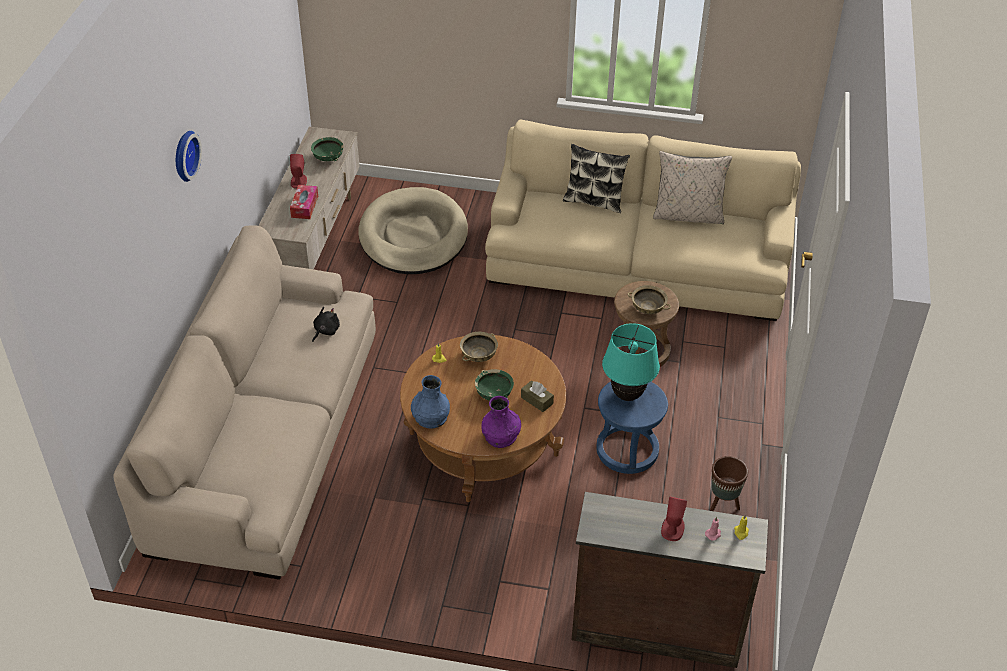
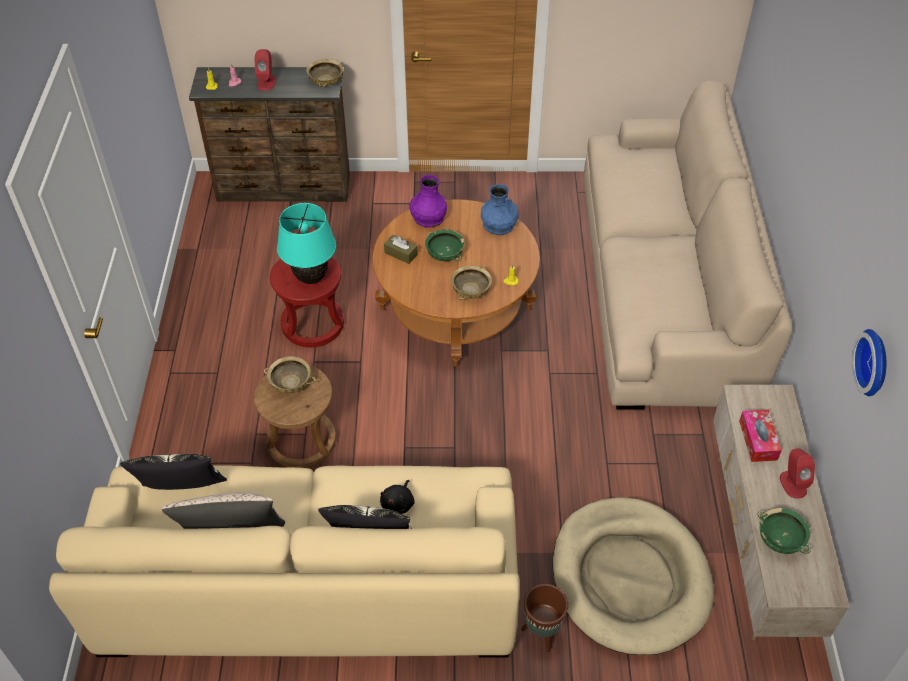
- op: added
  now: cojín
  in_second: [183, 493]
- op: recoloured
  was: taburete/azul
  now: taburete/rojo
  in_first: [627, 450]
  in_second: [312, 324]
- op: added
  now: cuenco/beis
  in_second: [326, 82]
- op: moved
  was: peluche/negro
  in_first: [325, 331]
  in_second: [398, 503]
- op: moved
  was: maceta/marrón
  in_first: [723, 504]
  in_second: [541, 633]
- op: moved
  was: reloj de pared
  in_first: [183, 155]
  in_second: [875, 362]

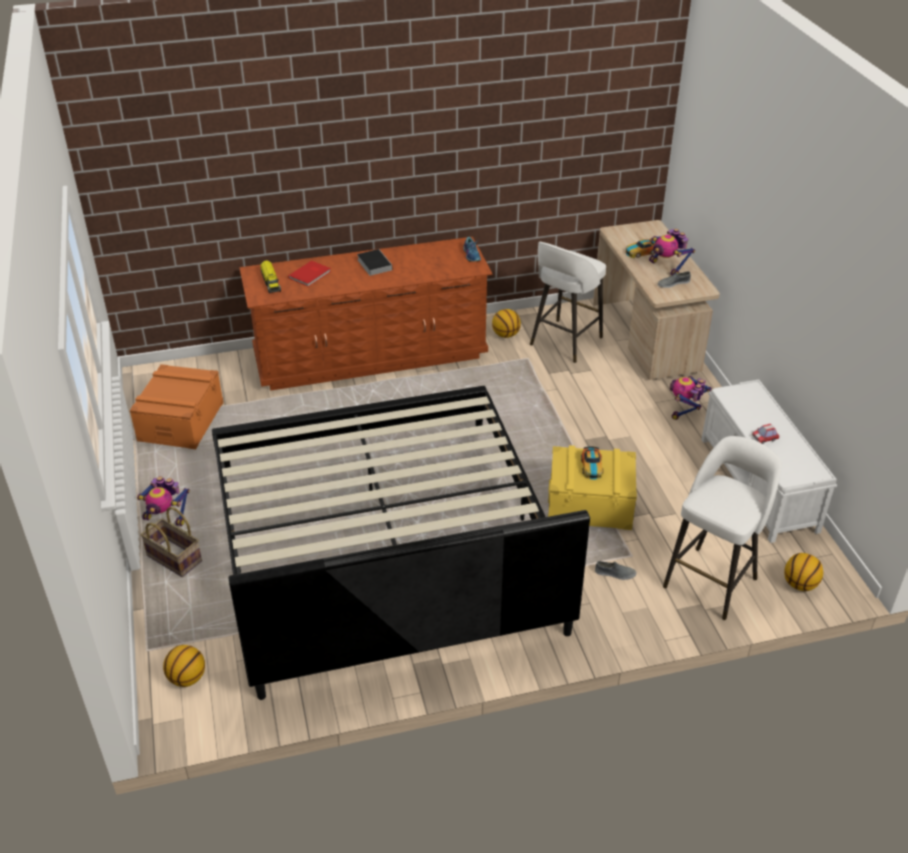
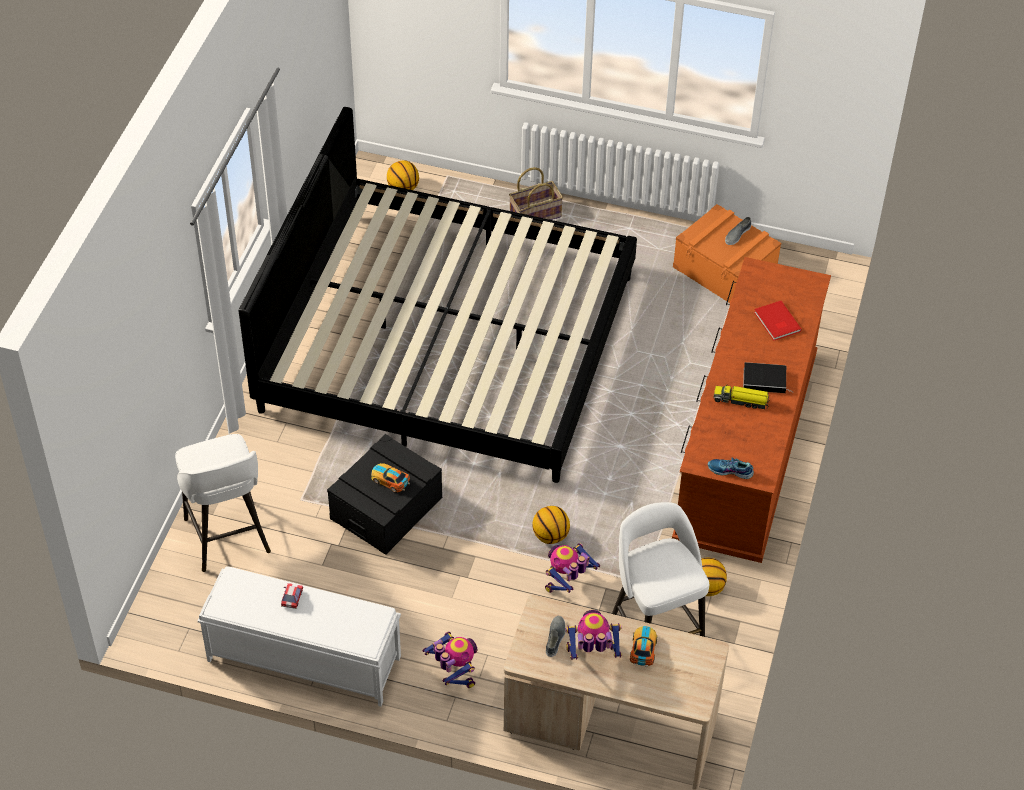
- op: recoloured
  was: caja de almacenaje/amarillo
  now: caja de almacenaje/negro
  in_first: [590, 503]
  in_second: [386, 508]
- op: moved
  was: balón de baloncesto
  in_first: [799, 584]
  in_second: [550, 535]
- op: moved
  was: robot de juguete
  in_first: [166, 517]
  in_second: [568, 582]
- op: moved
  was: camión de juguete
  in_first: [270, 282]
  in_second: [741, 400]
- op: moved
  was: zapato/gris
  in_first: [615, 573]
  in_second: [737, 234]

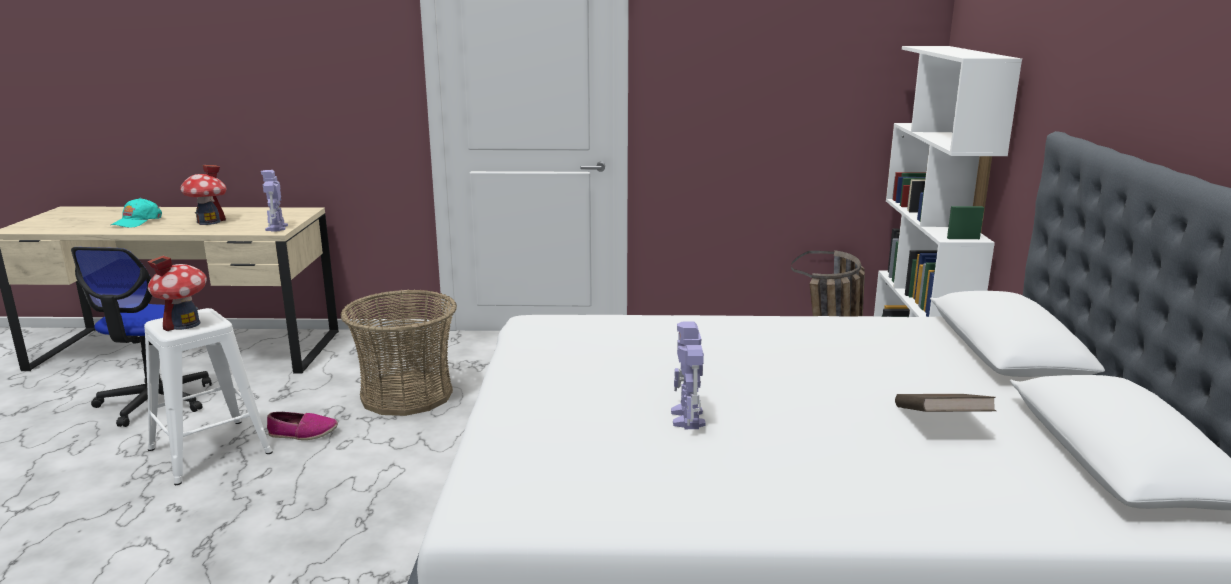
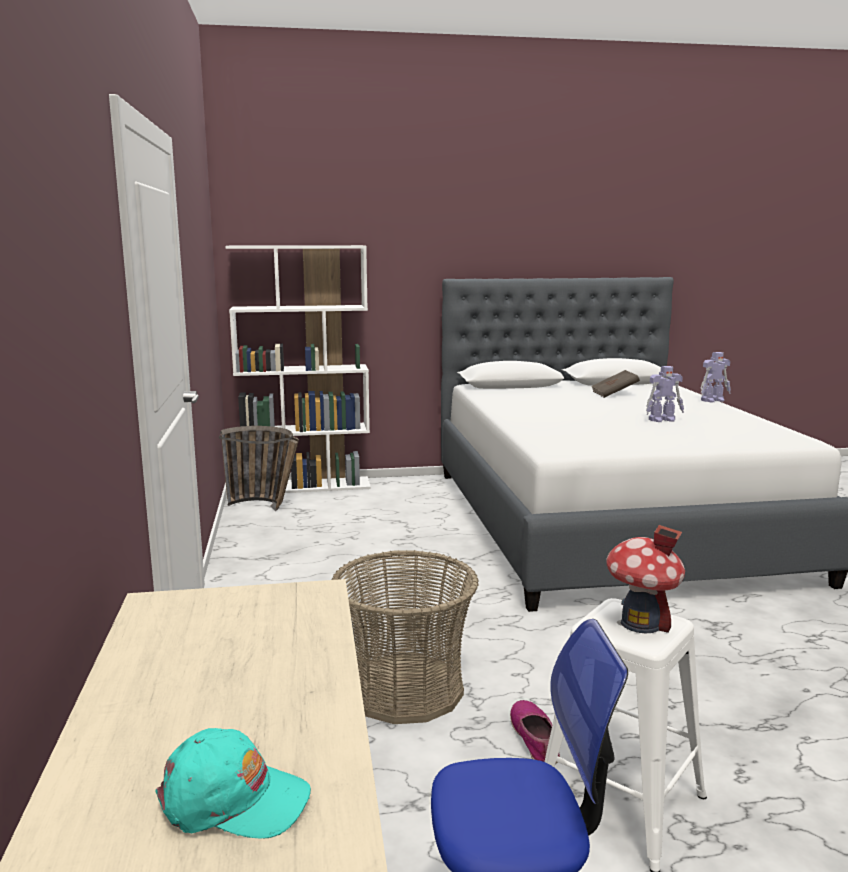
- op: moved
  was: robot de juguete
  in_first: [276, 228]
  in_second: [713, 400]
- op: removed
  was: casita
  in_first: [209, 222]

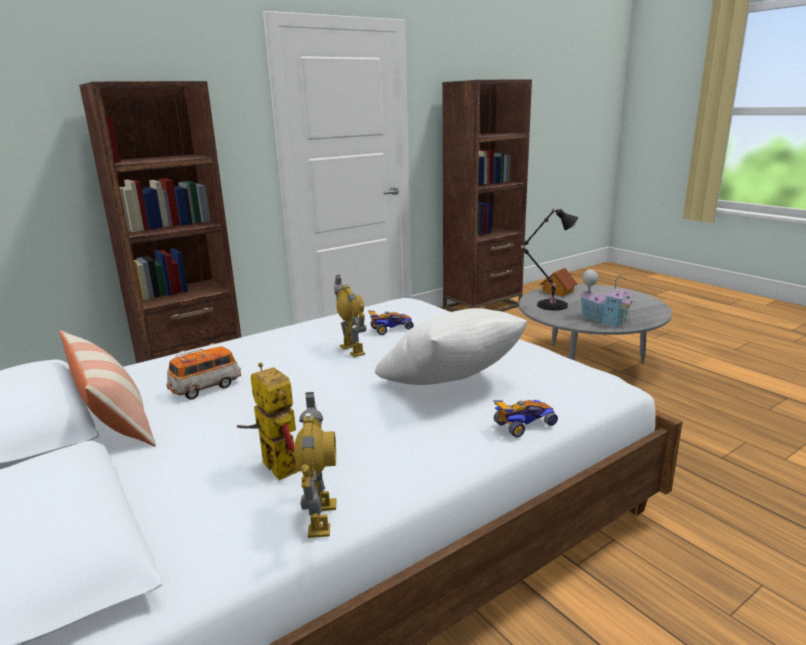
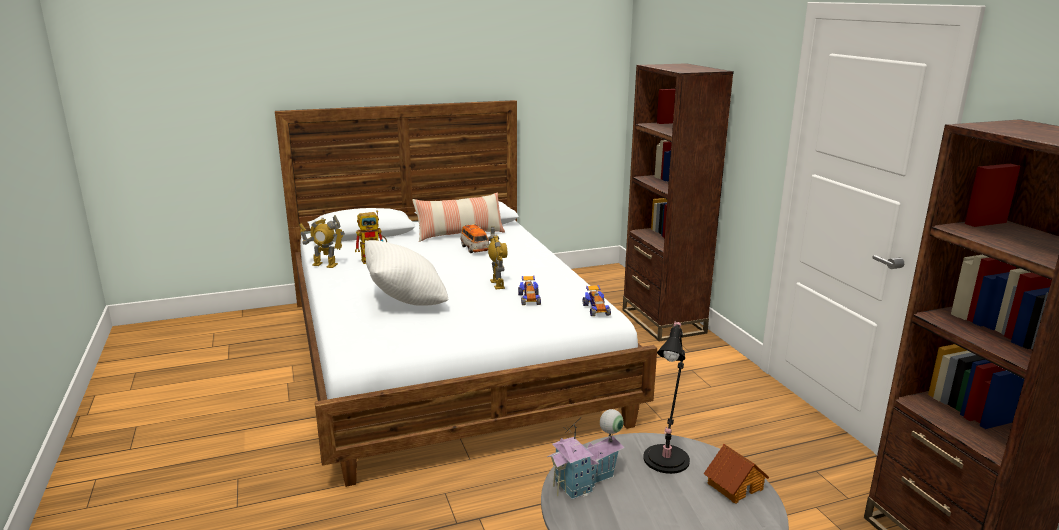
- op: turned
  was: robot de juguete
  in_first: [352, 350]
  in_second: [497, 284]
  clockwise: -90
- op: moved
  was: coche de juguete
  in_first: [523, 425]
  in_second: [596, 309]

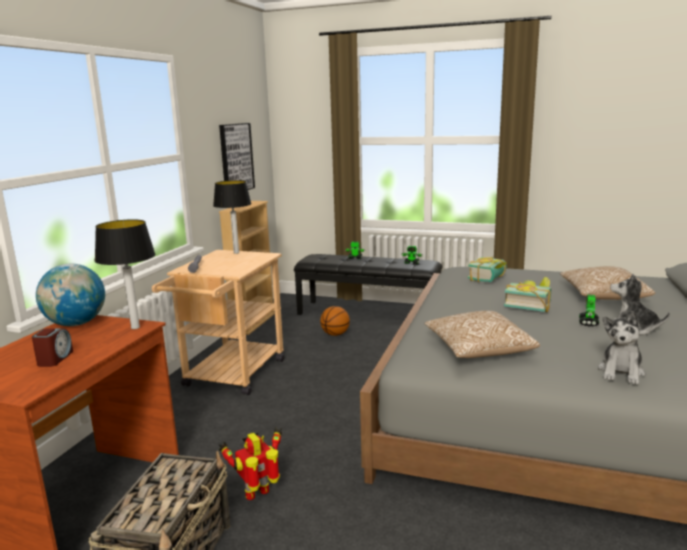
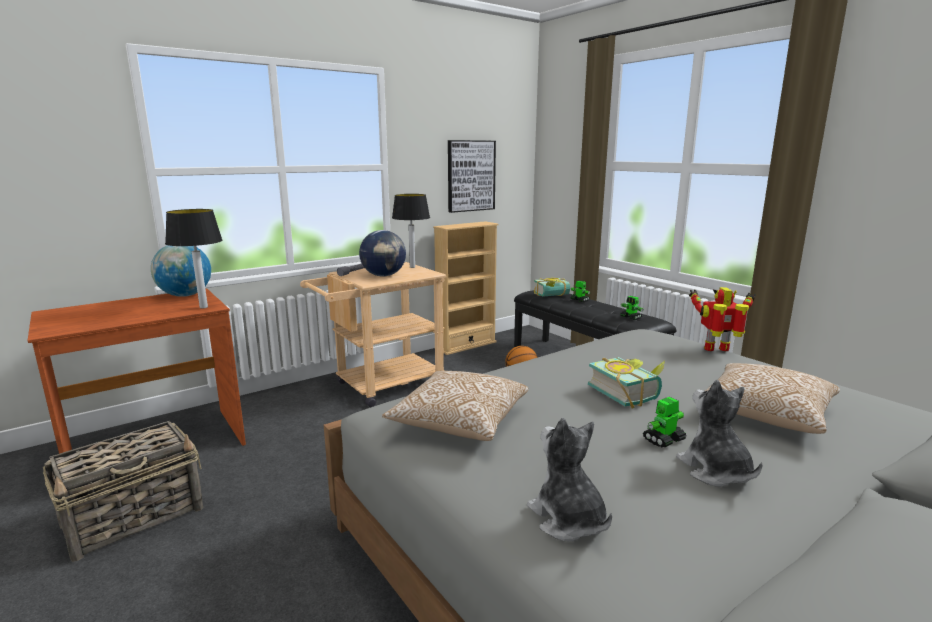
- op: added
  now: globo terráqueo
  in_second: [383, 276]
- op: turned
  was: peluche
  in_first: [621, 372]
  in_second: [568, 520]
  clockwise: 90
- op: moved
  was: libro
  in_first: [490, 279]
  in_second: [553, 296]
- op: moved
  was: robot de juguete
  in_first: [259, 494]
  in_second: [717, 350]
- op: removed
  was: despertador
  in_first: [55, 359]

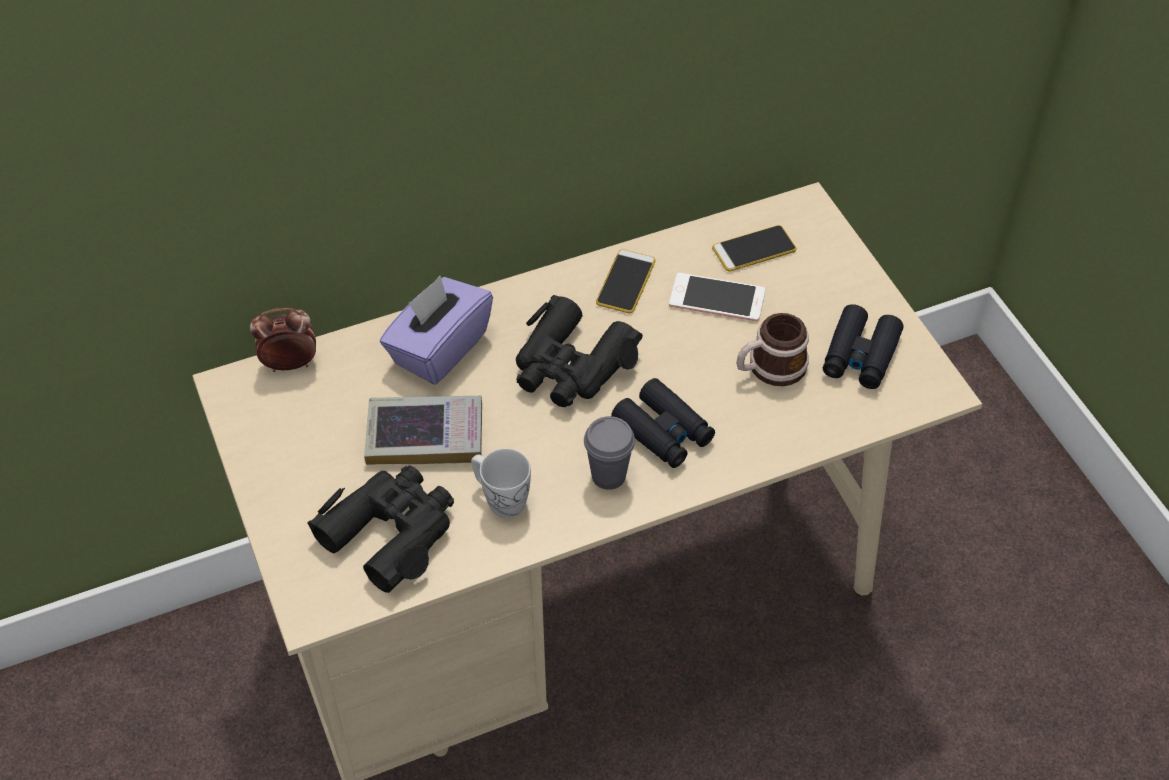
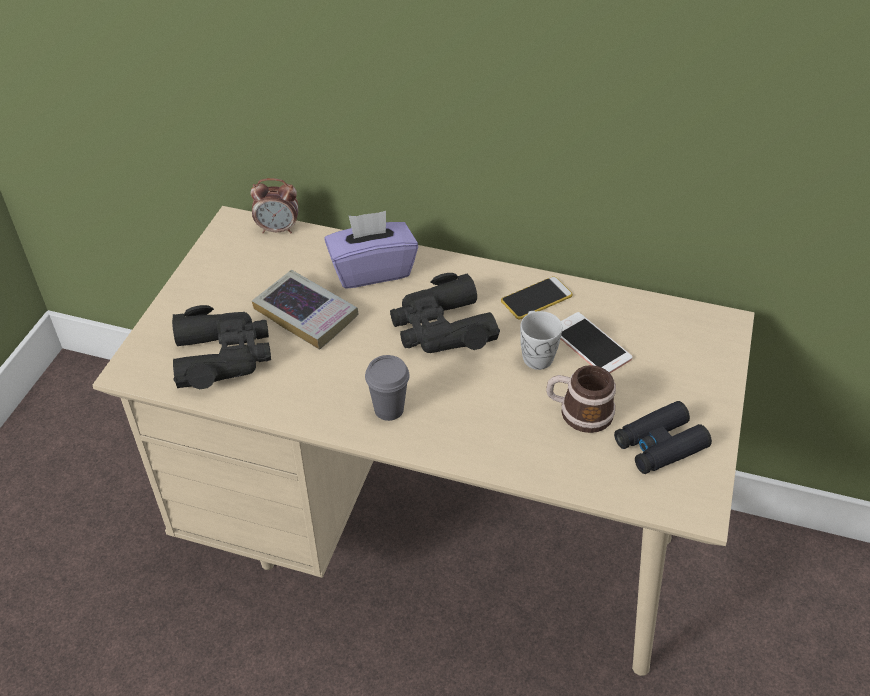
- op: turned
  was: despertador
  in_first: [289, 364]
  in_second: [278, 229]
  clockwise: 150
- op: moved
  was: taza grande/blanco
  in_first: [500, 498]
  in_second: [535, 354]
- op: removed
  was: prismáticos/negro
  in_first: [663, 431]
- op: removed
  was: móvil
  in_first: [754, 249]

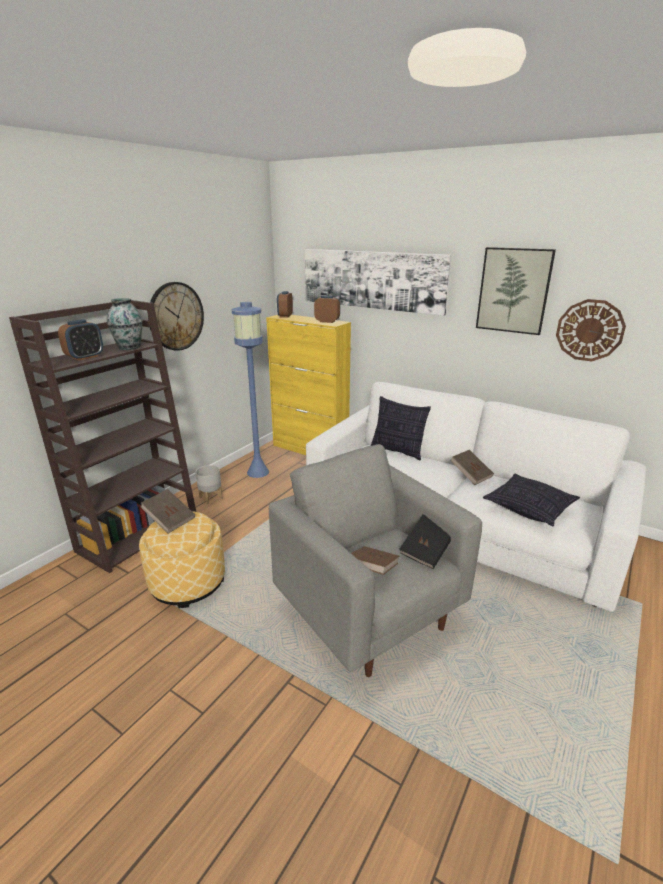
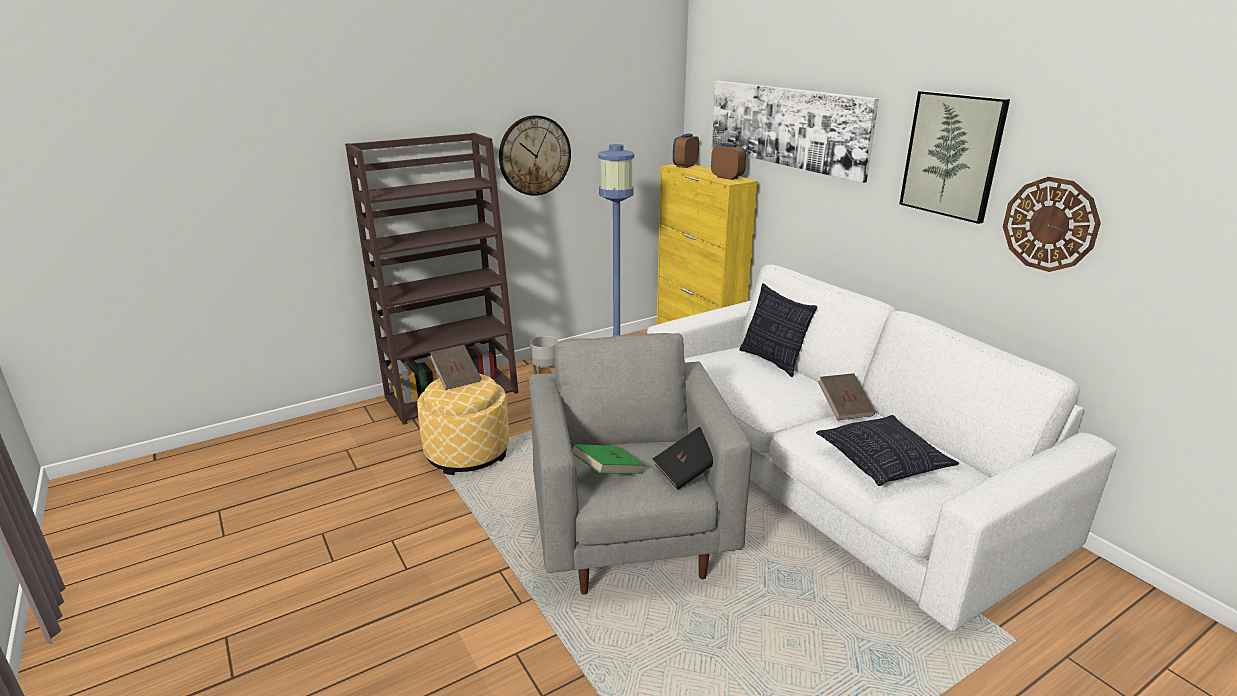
- op: recoloured
  was: libro/marrón
  now: libro/verde
  in_first: [372, 570]
  in_second: [608, 472]
- op: removed
  was: despertador
  in_first: [85, 357]
- op: removed
  was: florero
  in_first: [129, 347]

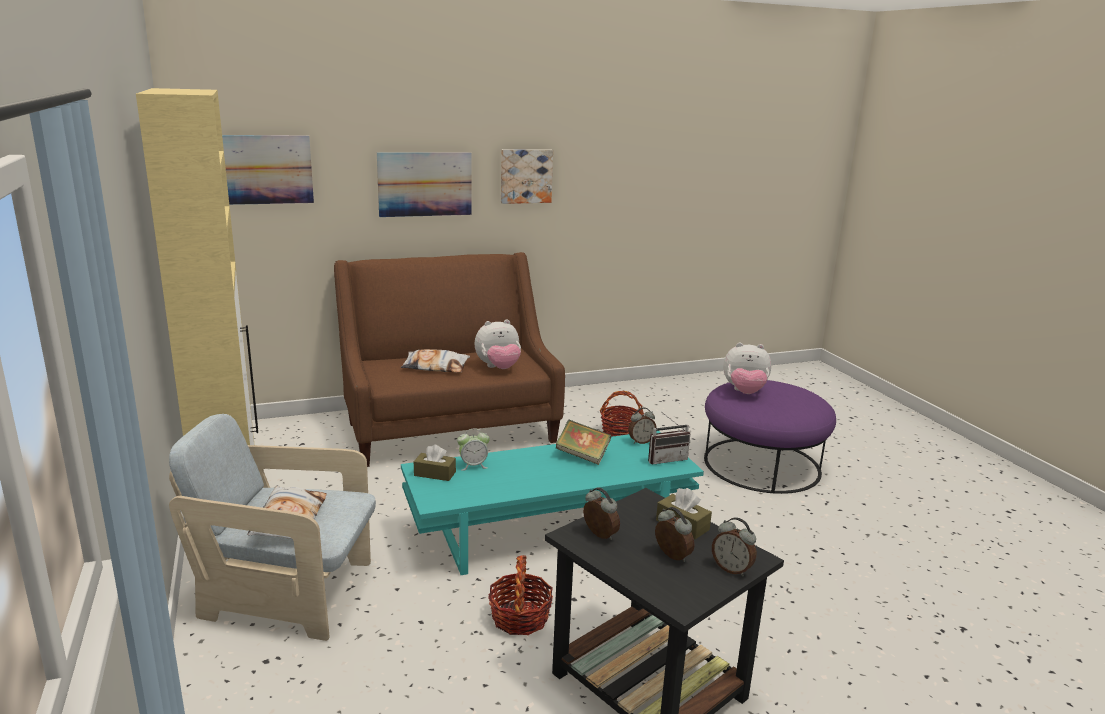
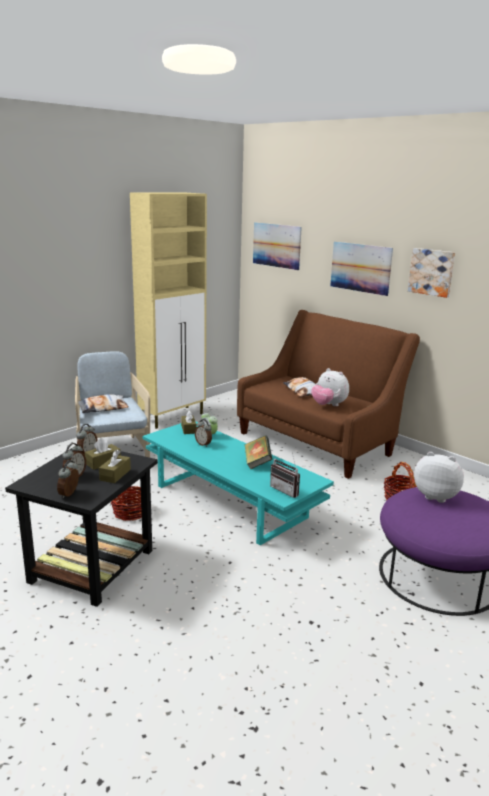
- op: added
  now: caja de pañuelos/marrón
  in_second: [103, 462]
- op: moved
  was: despertador
  in_first: [641, 441]
  in_second: [203, 444]
- op: turned
  was: peluche
  in_first: [744, 392]
  in_second: [436, 496]
  clockwise: 135

